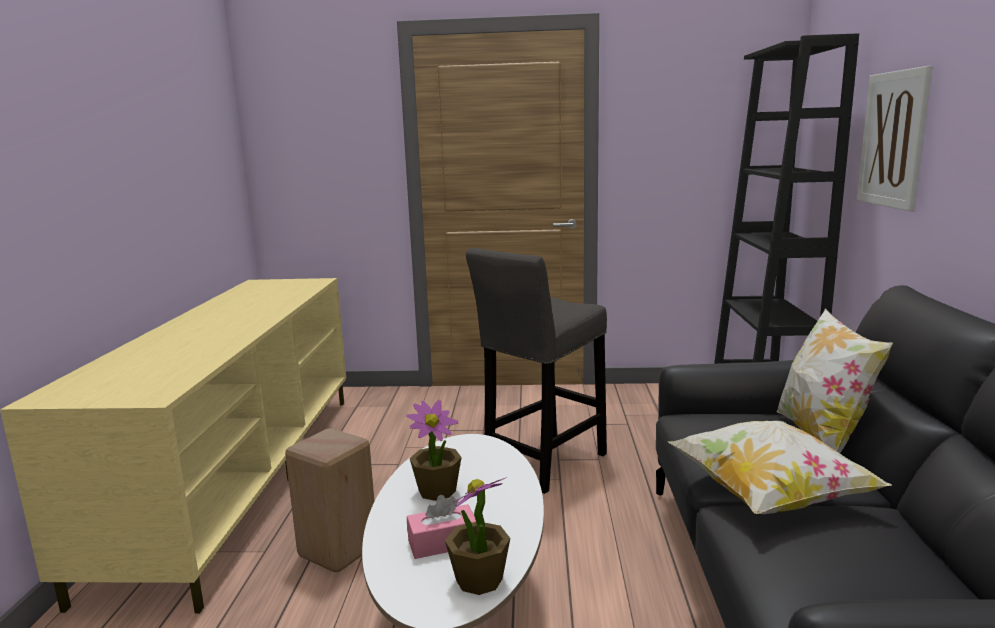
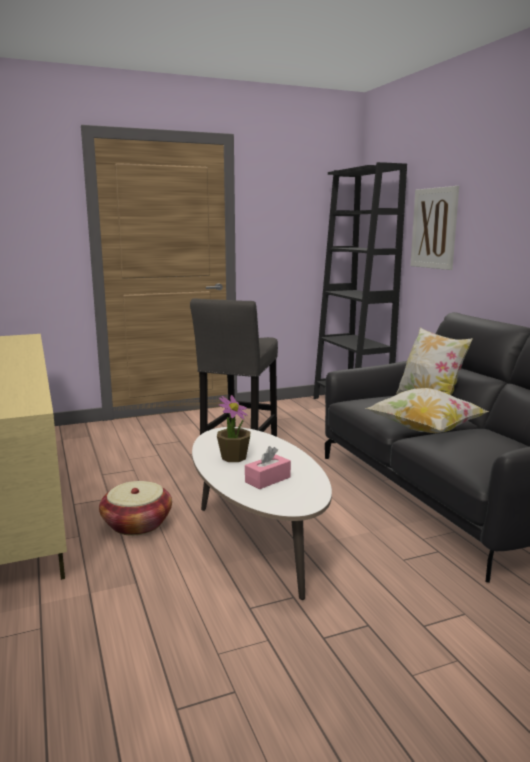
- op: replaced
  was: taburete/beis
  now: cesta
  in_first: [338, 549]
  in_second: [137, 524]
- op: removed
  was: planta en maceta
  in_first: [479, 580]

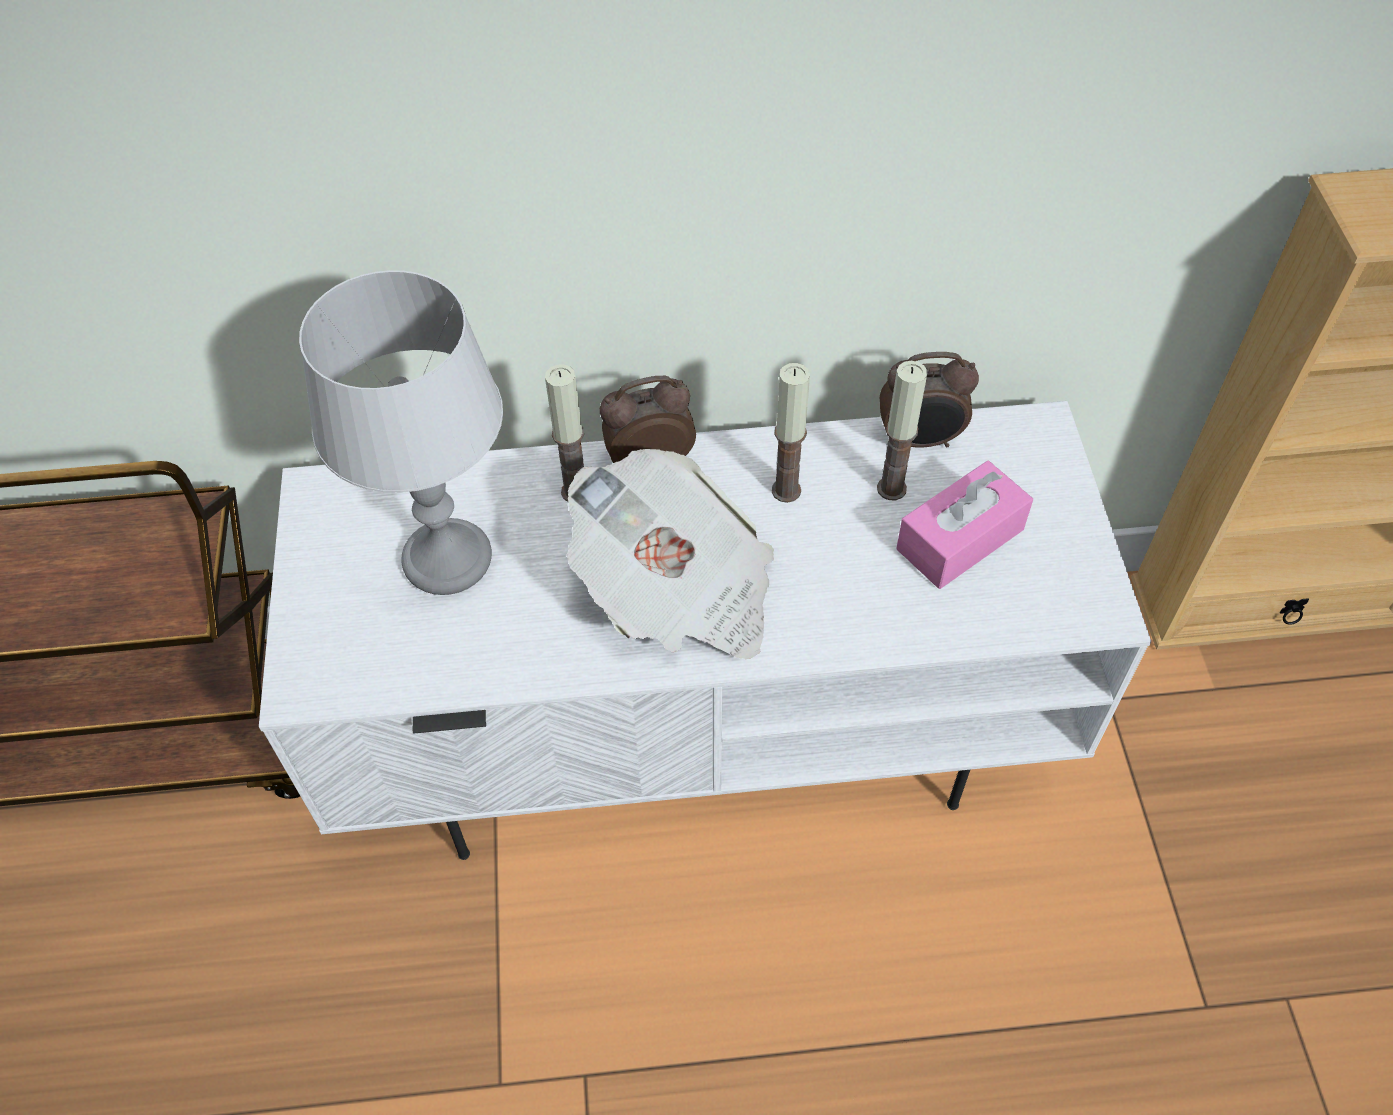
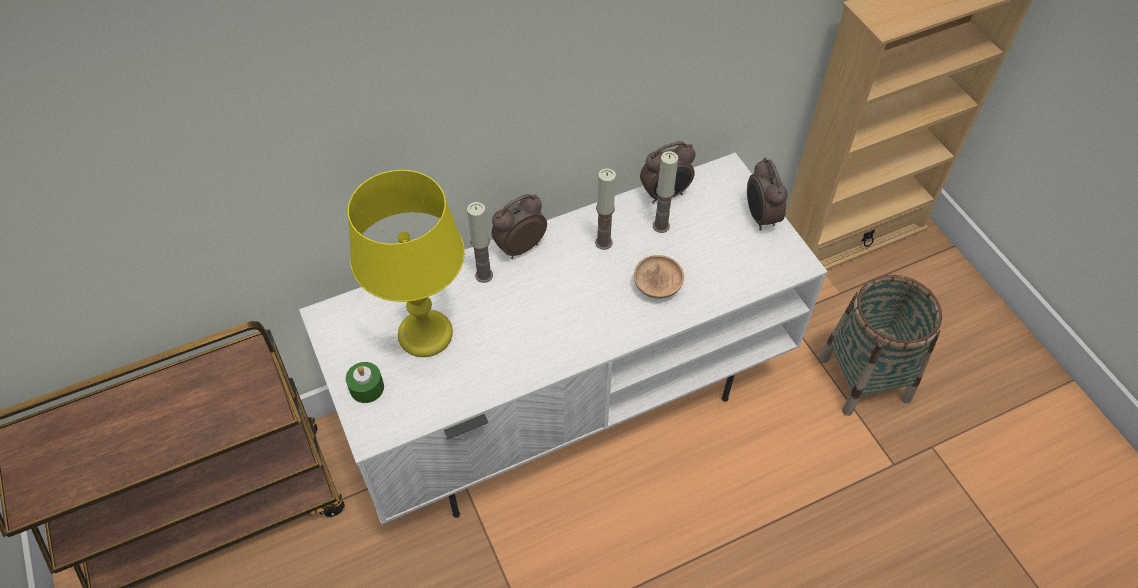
- op: added
  now: vela/verde
  in_second: [367, 388]
- op: recoloured
  was: lámpara de mesa/gris
  now: lámpara de mesa/amarillo
  in_first: [448, 558]
  in_second: [425, 334]
- op: added
  now: cuenco/marrón
  in_second: [657, 285]
- op: added
  now: despertador
  in_second: [760, 217]
- op: added
  now: cesta
  in_second: [864, 378]
- op: removed
  was: periódico
  in_first: [678, 591]
- op: removed
  was: caja de pañuelos/rosa
  in_first: [960, 539]

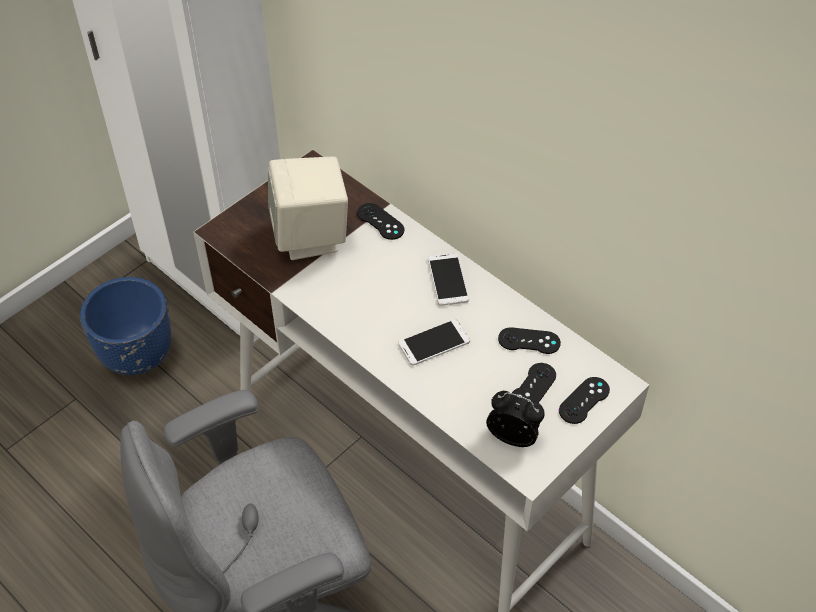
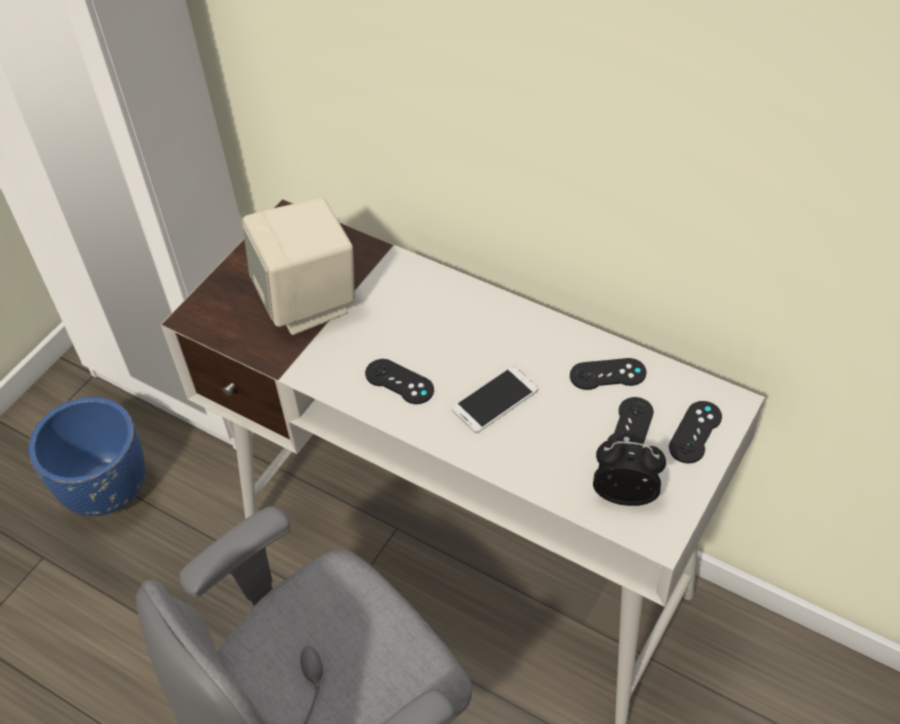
- op: moved
  was: mando de consola/negro
  in_first: [380, 221]
  in_second: [399, 382]
- op: removed
  was: móvil
  in_first: [448, 280]

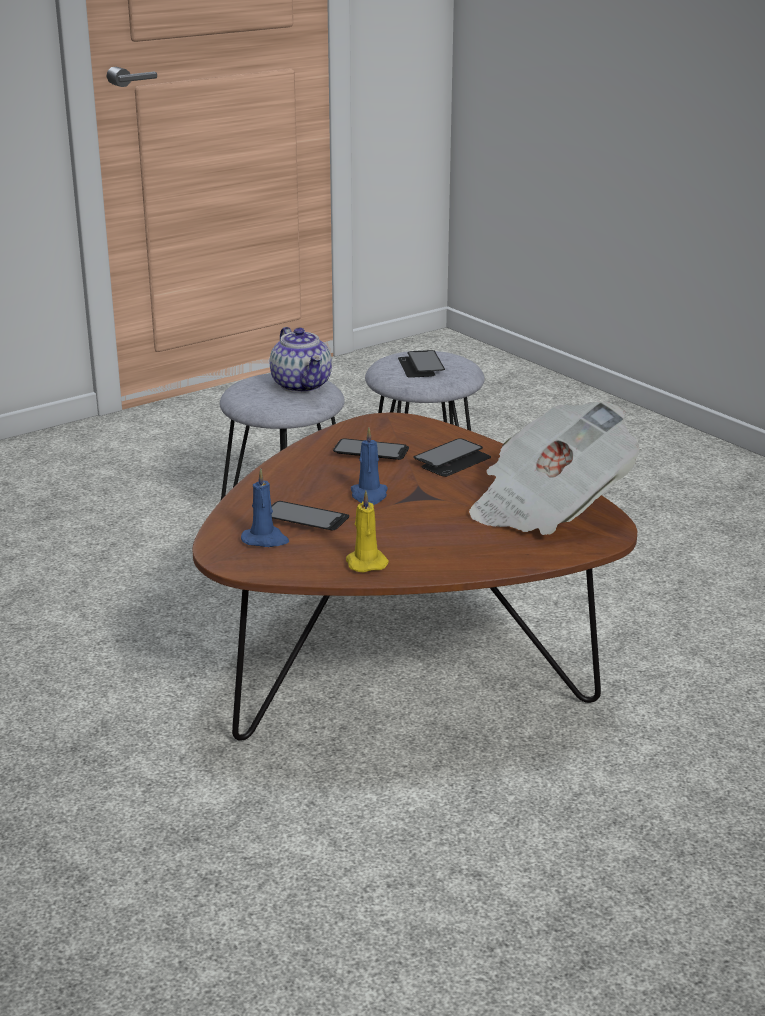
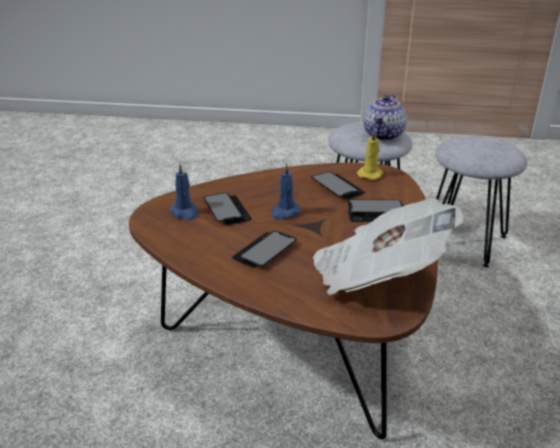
- op: moved
  was: móvil
  in_first: [421, 366]
  in_second: [264, 251]
- op: moved
  was: vela/amarillo
  in_first: [365, 562]
  in_second: [370, 174]

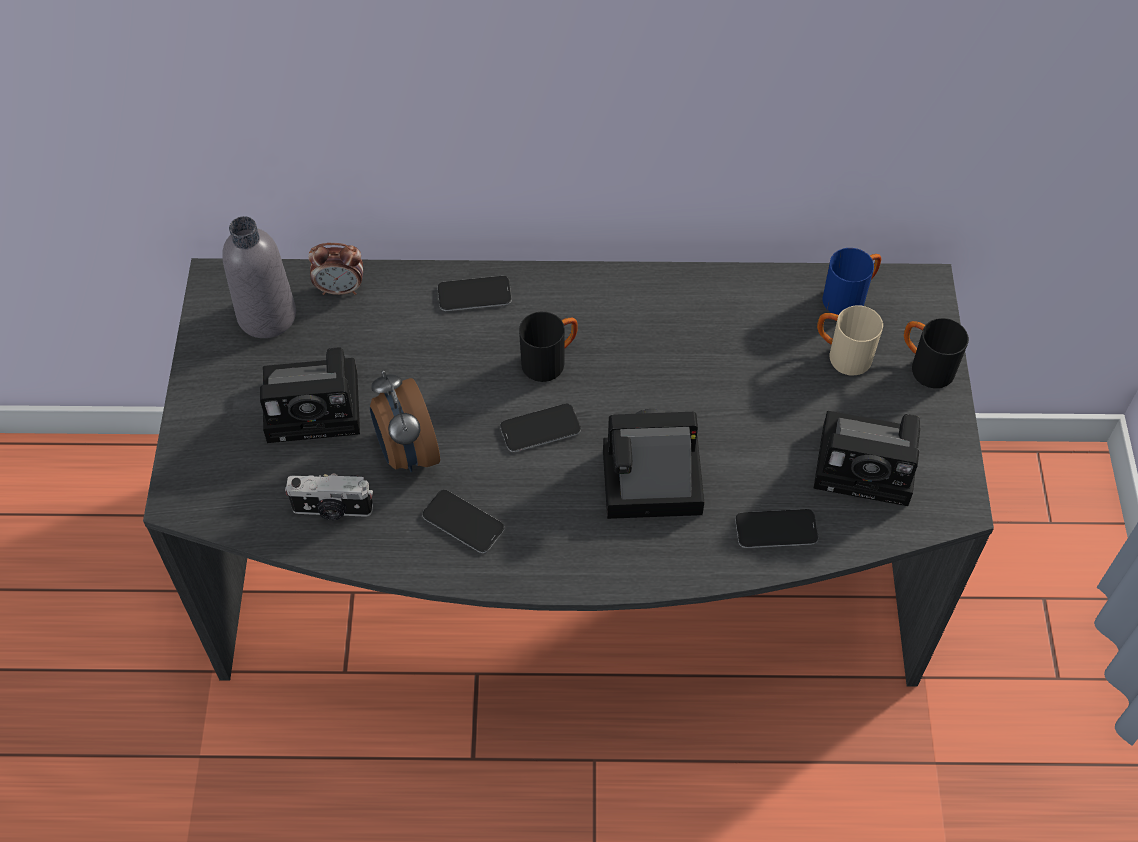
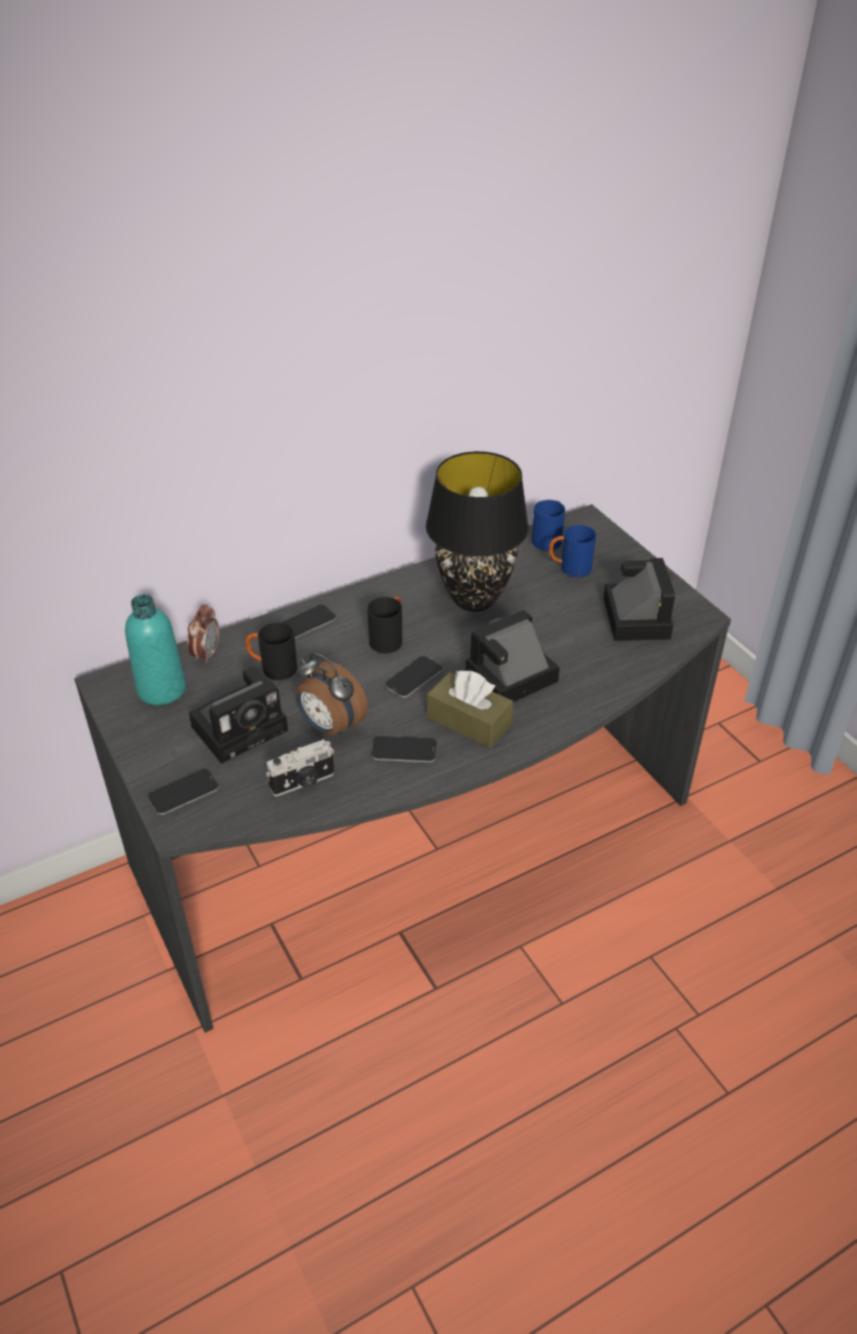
- op: recoloured
  was: botella/gris
  now: botella/turquesa
  in_first: [267, 316]
  in_second: [161, 689]
- op: moved
  was: móvil
  in_first: [776, 529]
  in_second: [183, 793]
- op: turned
  was: despertador
  in_first: [340, 289]
  in_second: [206, 654]
  clockwise: -45
- op: moved
  was: taza grande/negro
  in_first: [925, 366]
  in_second: [273, 668]
- op: added
  now: lámpara de mesa/negro
  in_second: [473, 599]
- op: added
  now: caja de pañuelos/marrón
  in_second: [469, 721]
- op: recoloured
  was: taza grande/beis
  now: taza grande/azul
  in_first: [841, 355]
  in_second: [569, 569]
- op: turned
  was: cámara
  in_first: [870, 464]
  in_second: [634, 615]
  clockwise: -75

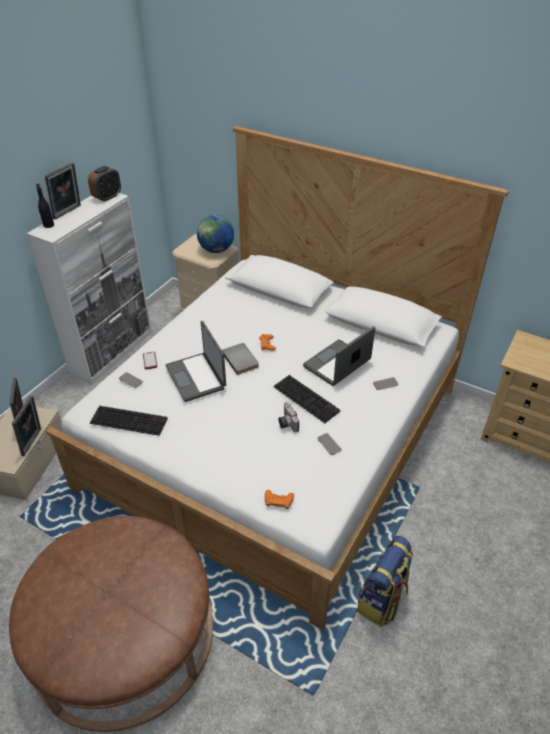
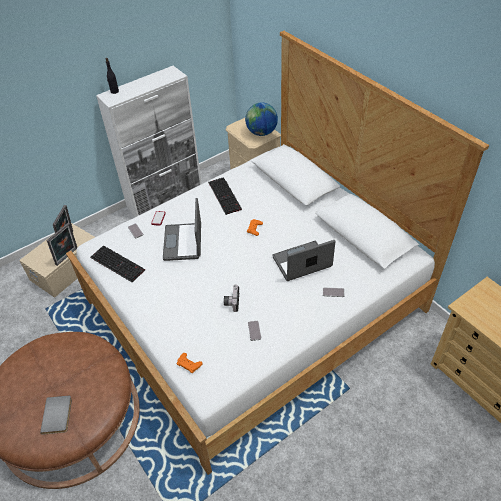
- op: moved
  was: libro/gris
  in_first: [241, 359]
  in_second: [58, 415]
- op: moved
  was: teclado
  in_first: [307, 398]
  in_second: [225, 196]
- op: removed
  was: portarretratos
  in_first: [68, 212]
- op: removed
  was: despertador
  in_first: [107, 197]
- op: removed
  was: mochila
  in_first: [382, 600]

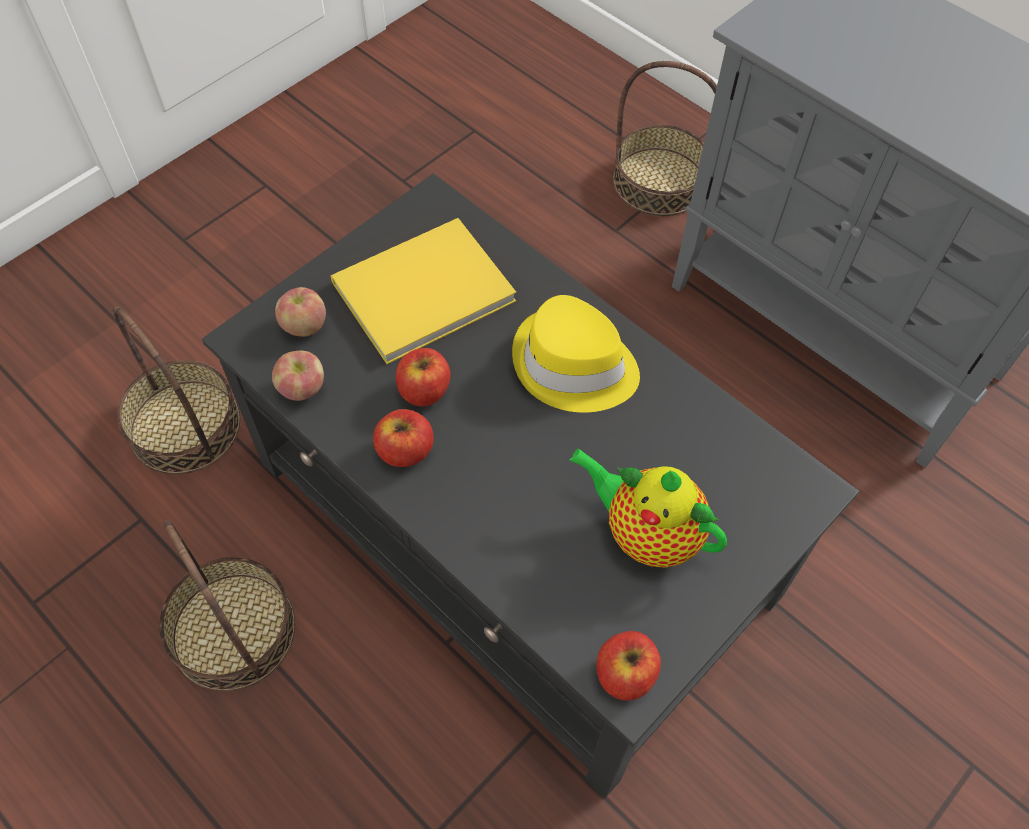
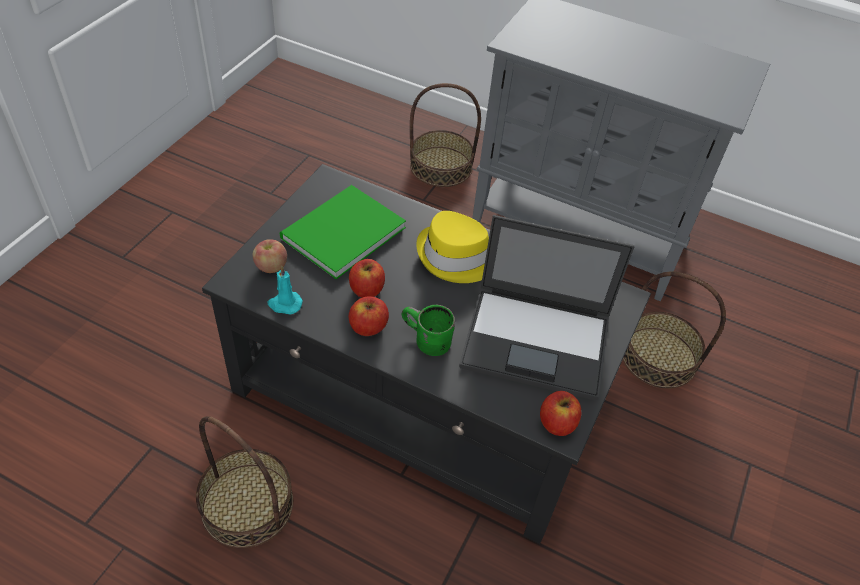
- op: replaced
  was: manzana
  now: vela/turquesa
  in_first: [302, 388]
  in_second: [284, 304]
- op: recoloured
  was: libro/amarillo
  now: libro/verde
  in_first: [417, 291]
  in_second: [339, 233]
- op: added
  now: taza grande/verde
  in_second: [425, 341]
- op: replaced
  was: tetera
  now: portátil
  in_first: [646, 533]
  in_second: [538, 341]
- op: moved
  was: cesta
  in_first: [185, 426]
  in_second: [658, 357]

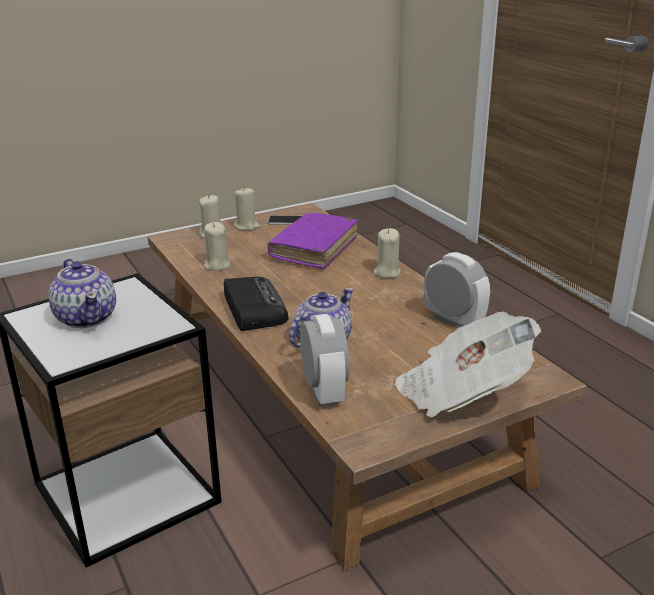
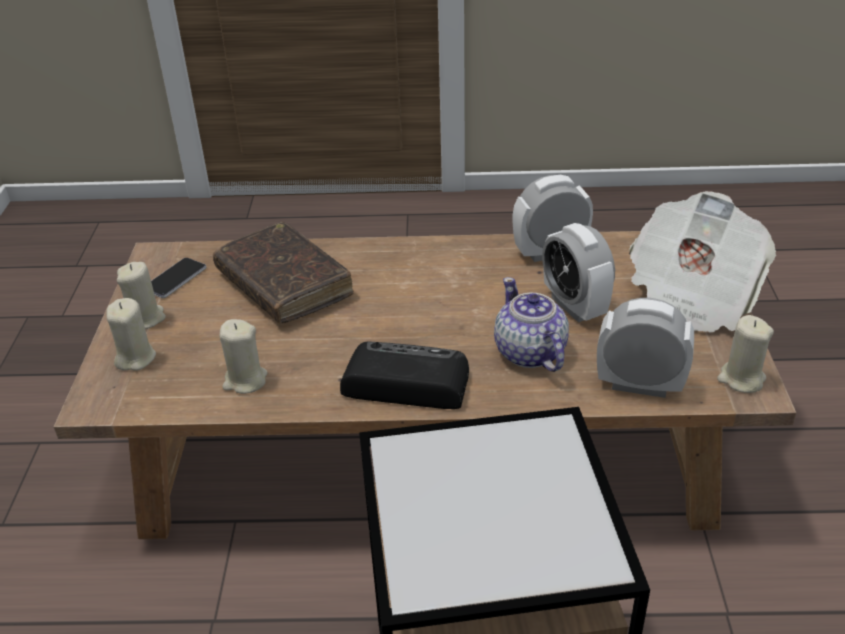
- op: recoloured
  was: libro/morado
  now: libro/marrón
  in_first: [314, 248]
  in_second: [284, 284]
- op: added
  now: despertador
  in_second: [574, 306]
- op: moved
  was: vela/beis
  in_first: [387, 272]
  in_second: [741, 379]
- op: removed
  was: tetera
  in_first: [86, 317]

